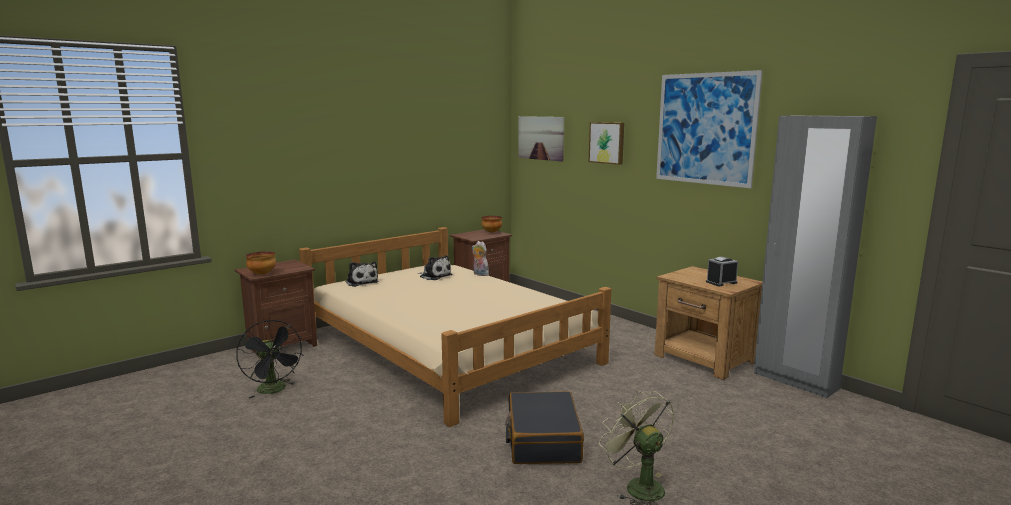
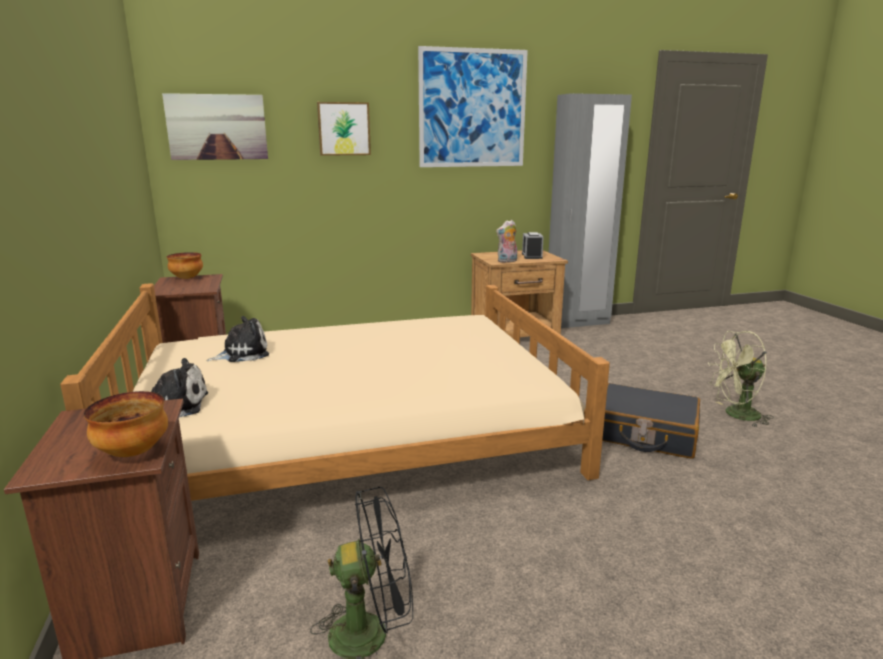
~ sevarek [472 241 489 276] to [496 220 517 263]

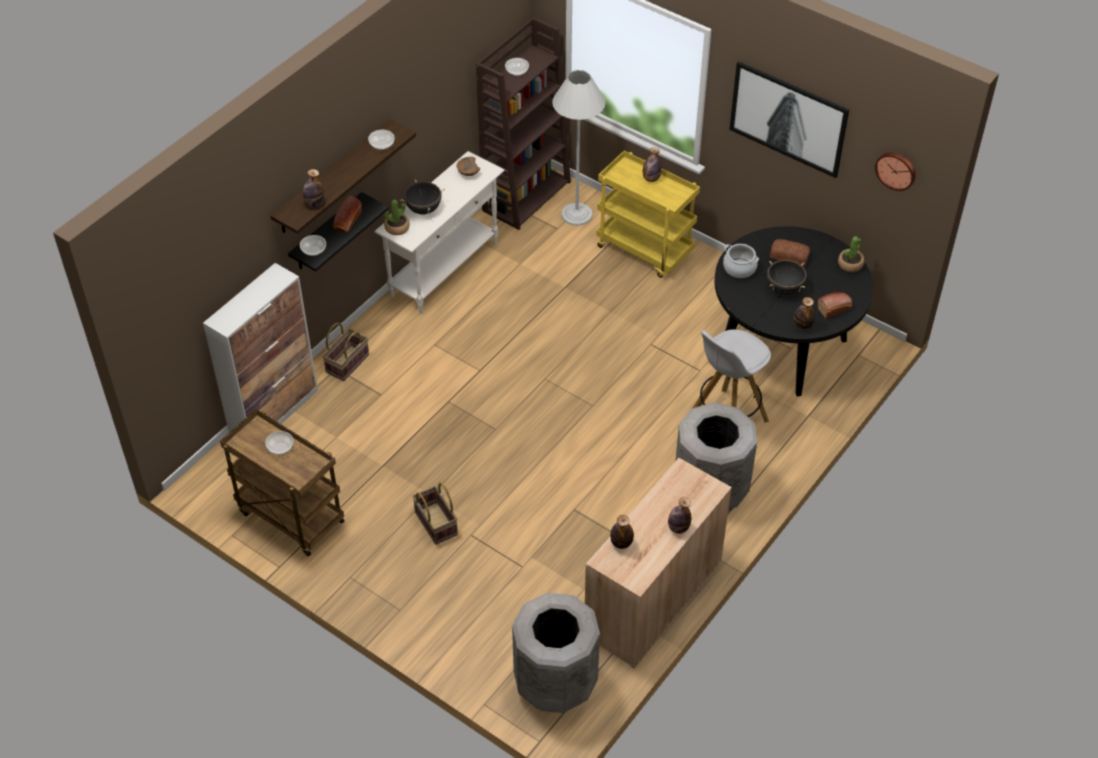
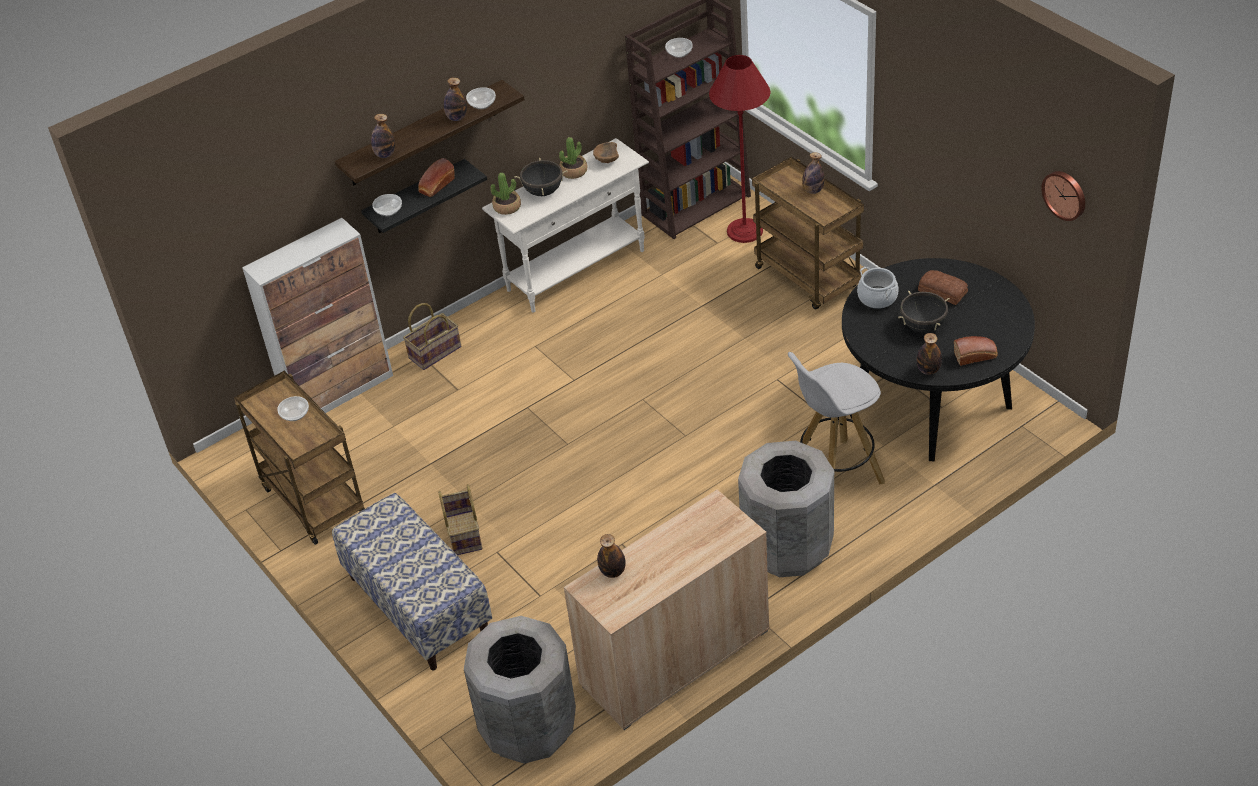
+ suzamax [332 493 492 671]
~ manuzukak [668 497 691 534] to [444 77 467 121]
~ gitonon [838 237 864 272] to [559 137 587 179]
~ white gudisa [552 70 605 226] to red gudisa [709 55 770 243]
~ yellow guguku [597 151 700 278] to brown guguku [752 156 864 310]
- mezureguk [729 61 849 178]

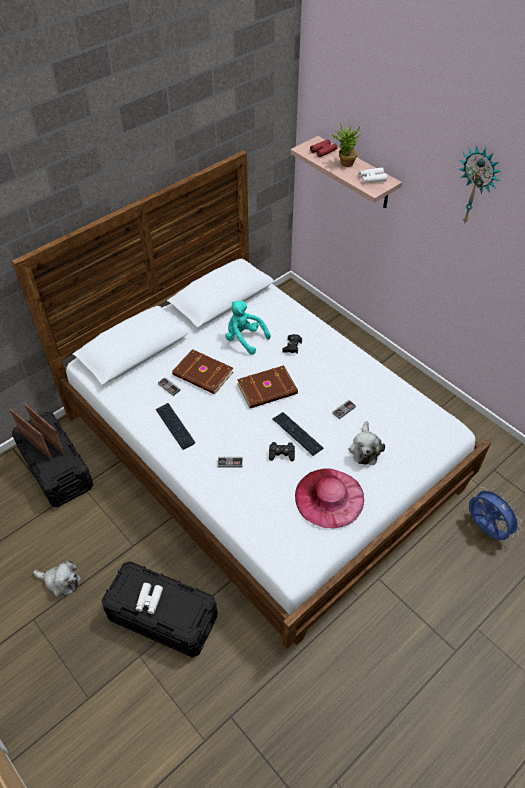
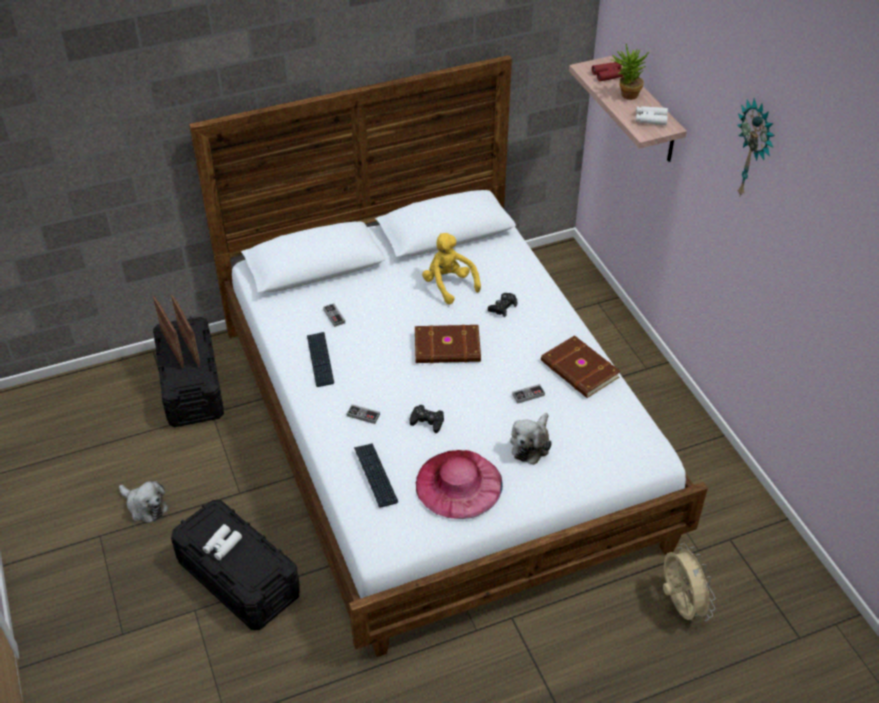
~ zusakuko [272 412 323 456] to [354 443 398 508]
~ turquoise sevarek [225 300 271 355] to yellow sevarek [422 233 481 305]
~ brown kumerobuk [172 349 233 394] to [541 335 621 398]
~ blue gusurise [469 487 522 540] to beige gusurise [663 543 715 621]

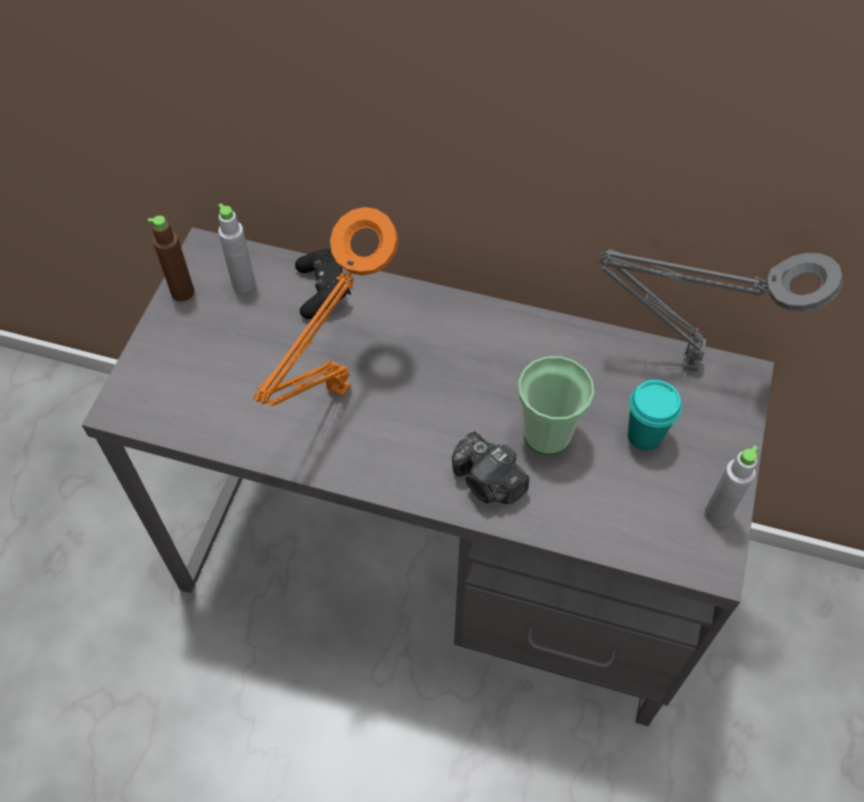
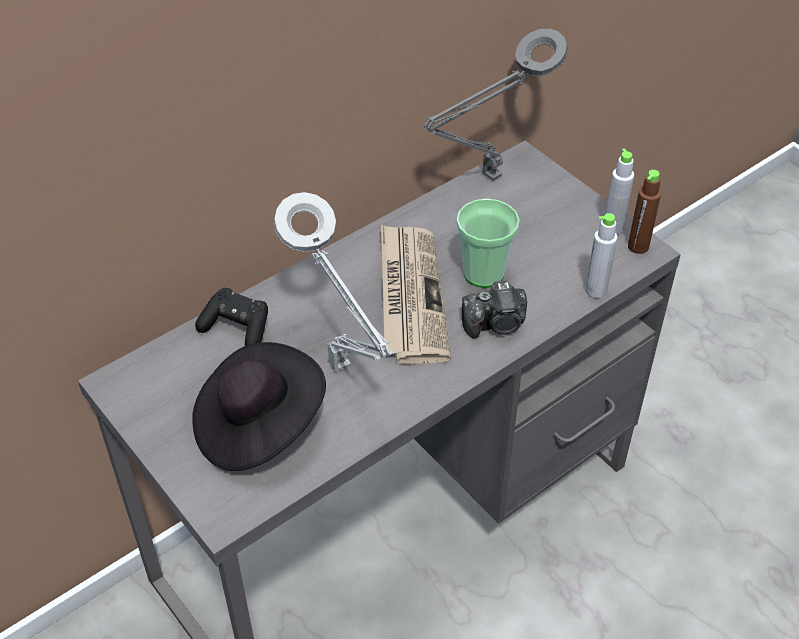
+ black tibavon [192 342 326 471]
~ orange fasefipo [253 207 398 406] to grey fasefipo [274 192 393 372]
+ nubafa [381 224 451 364]
~ grey manuzukak [218 203 255 292] to [585 213 617 298]
~ brown manuzukak [148 216 194 301] to [628 170 661 254]
- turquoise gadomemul [628 380 682 451]

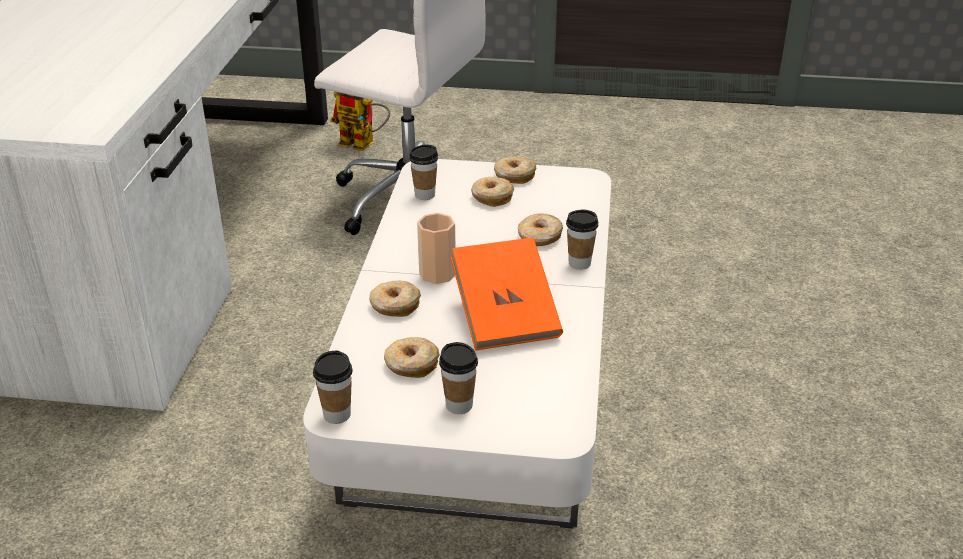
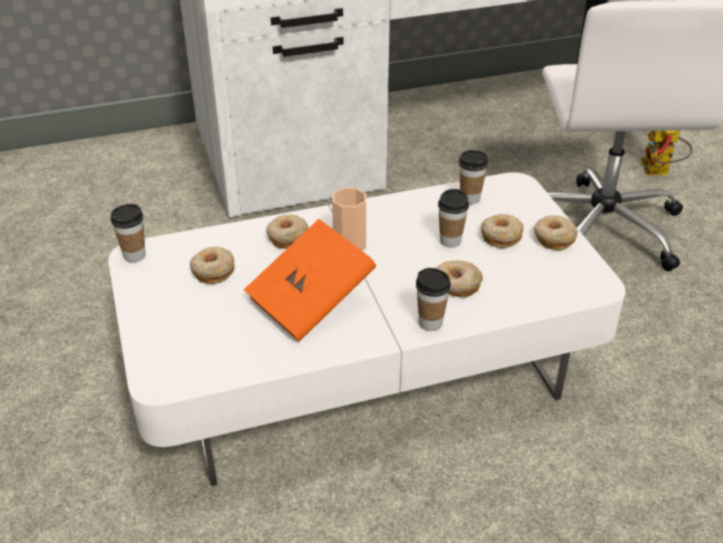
~ gadomemul [439 342 478 414] to [438 189 469 248]

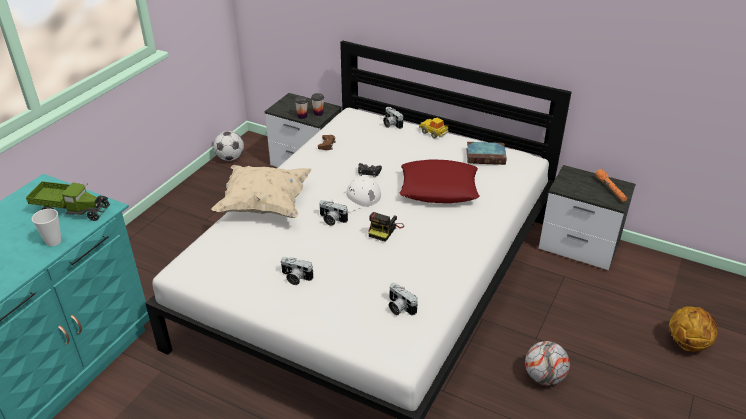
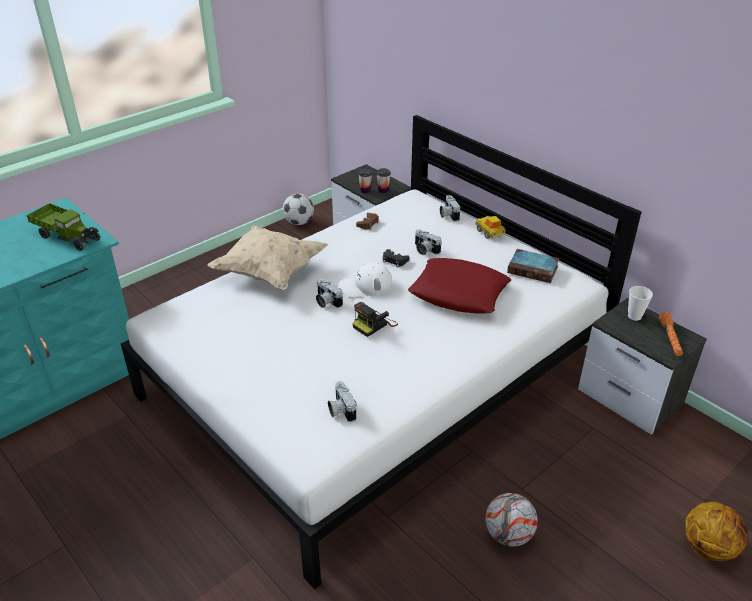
~ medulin [281 257 313 285] to [415 230 441 255]
~ gadomemul [32 209 61 246] to [628 286 653 321]

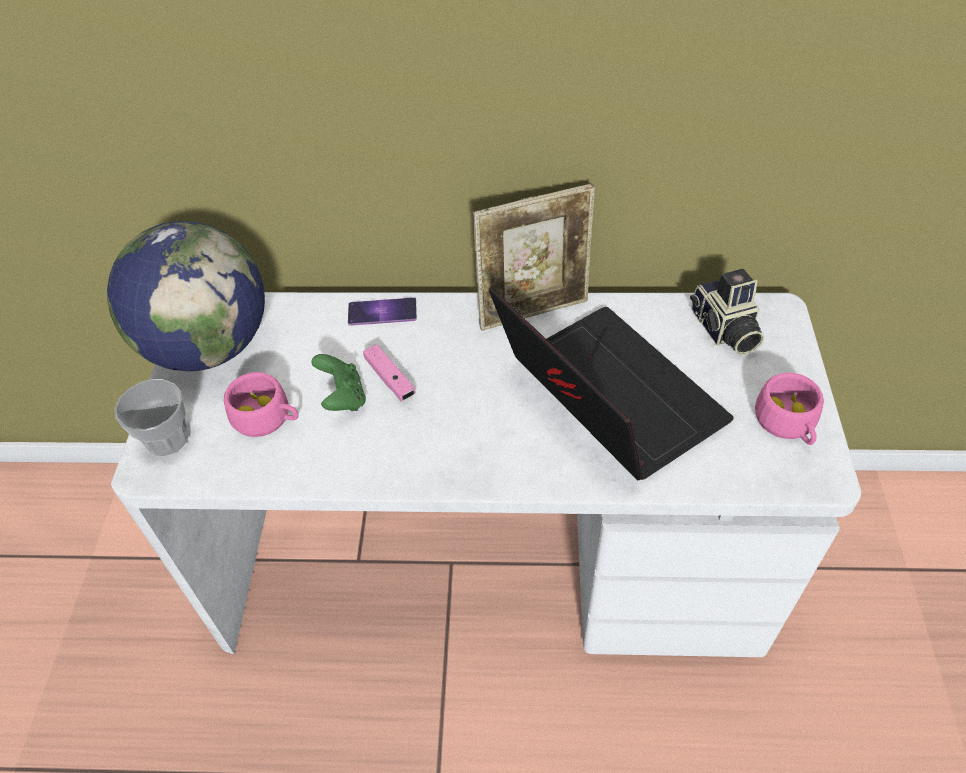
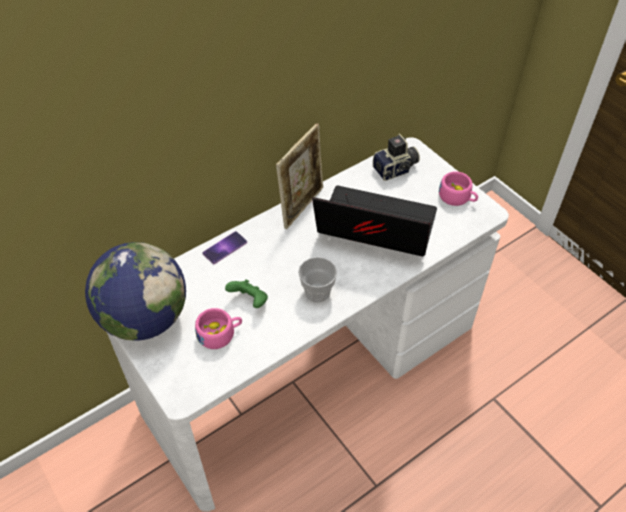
~ gadomemul [115 379 189 456] to [298 257 337 303]
~ medulin [690 269 764 355] = [373 133 420 181] 60 degrees counterclockwise
- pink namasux [363 344 416 401]

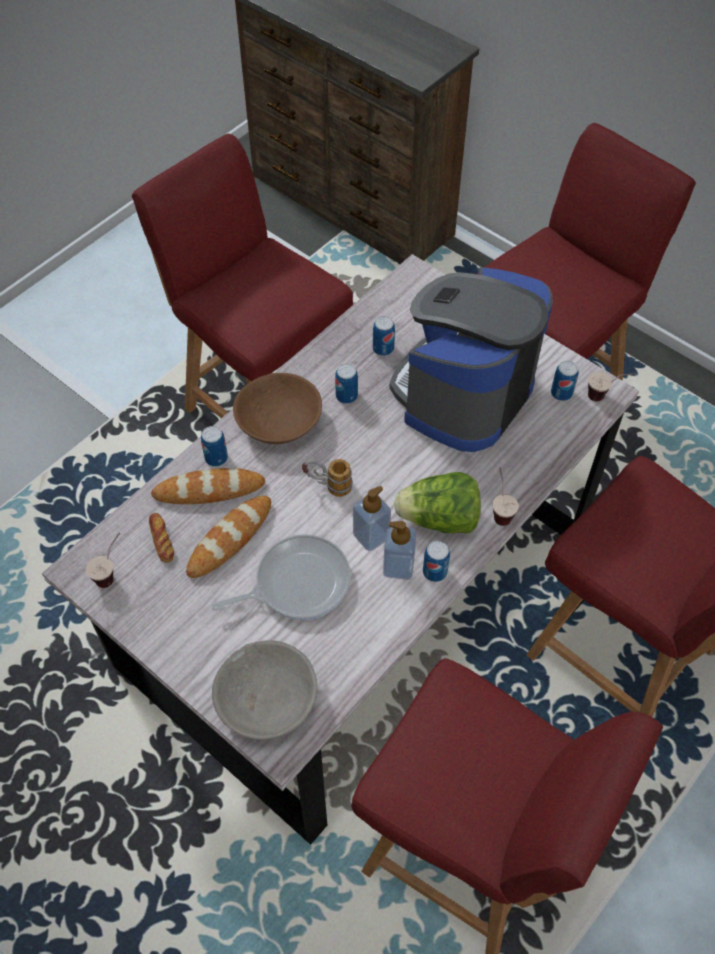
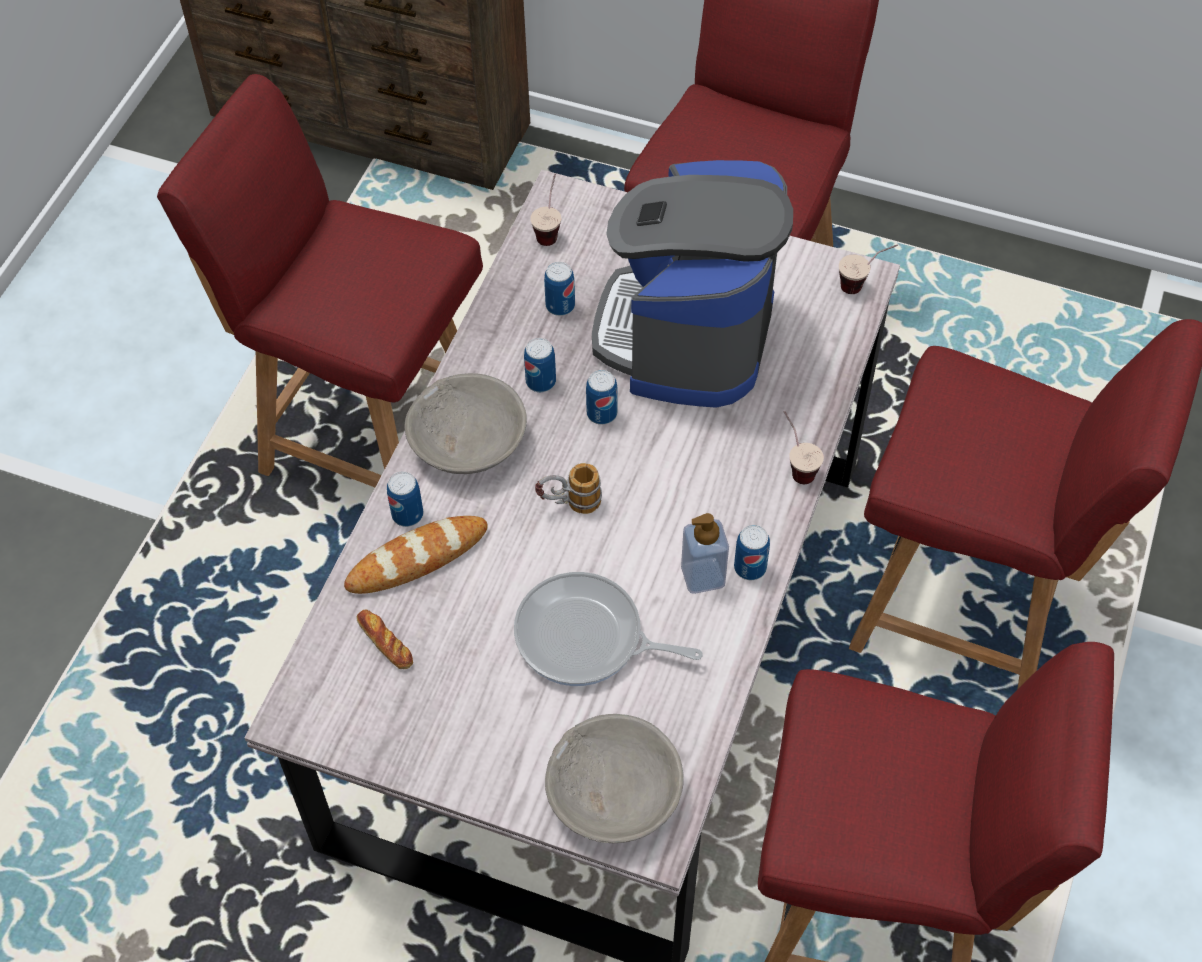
~ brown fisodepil [233 373 322 444] to grey fisodepil [404 373 527 474]
~ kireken [212 534 351 620] = [514 572 703 686] 120 degrees counterclockwise
~ gadomemul [86 533 120 588] to [530 174 561 246]
~ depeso [551 361 579 401] to [586 370 618 425]
- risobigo [186 496 271 578]
- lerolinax [353 486 391 551]
- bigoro [394 472 481 533]

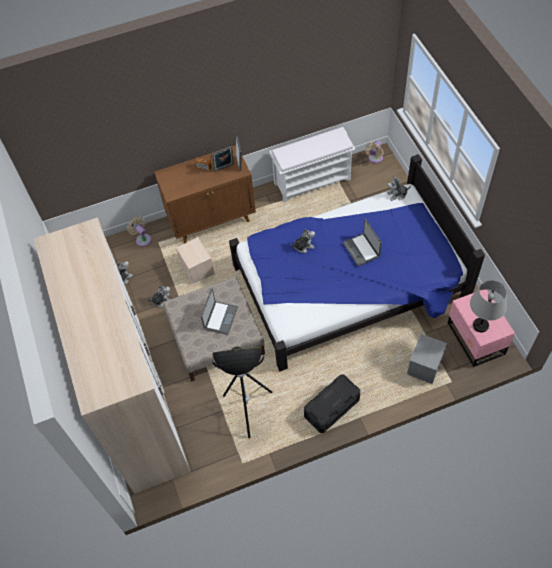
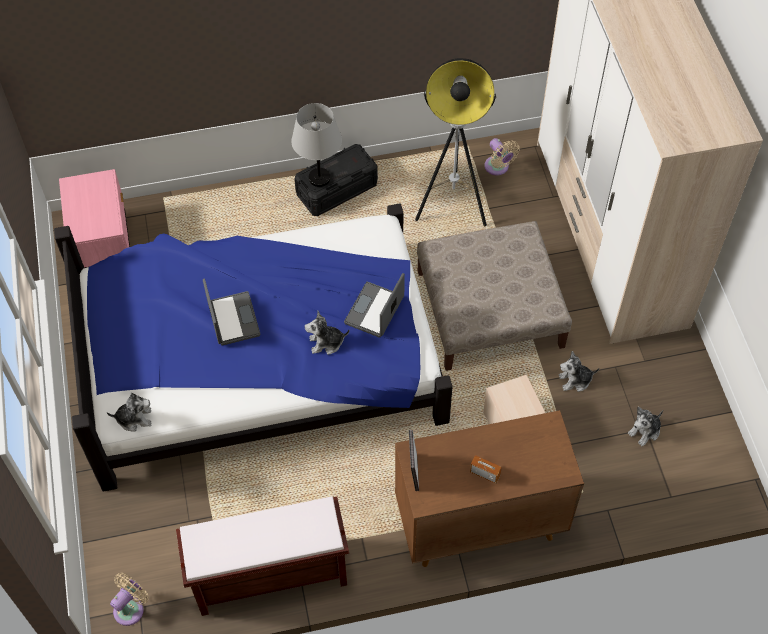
~ white suzamax [269 127 356 202] to brown suzamax [176 496 349 616]
~ grey fasefipo [470 280 507 332] to [291 103 342 187]
~ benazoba [201 289 238 335] to [344 273 405 337]
~ beige gusurise [127 217 151 247] to [484 138 519 176]
- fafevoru [212 146 234 172]
- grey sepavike [407 334 447 384]

